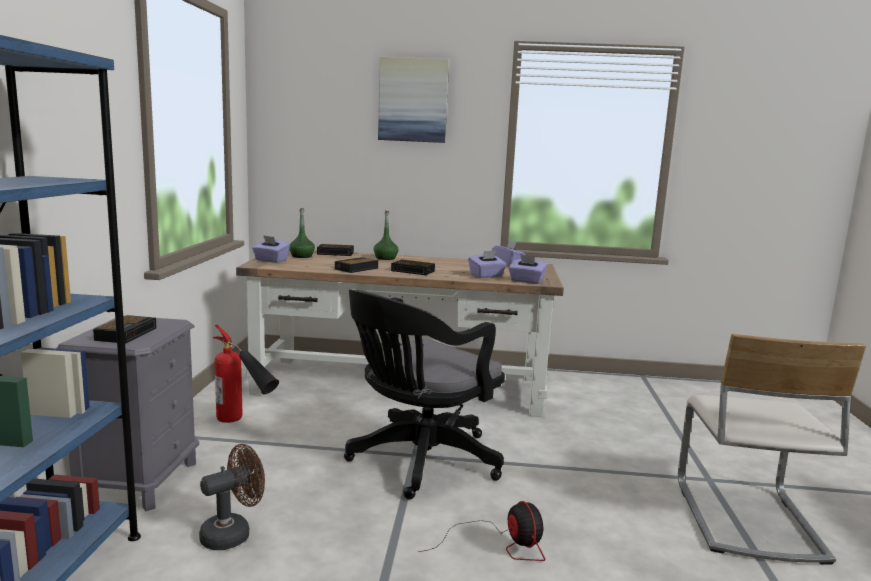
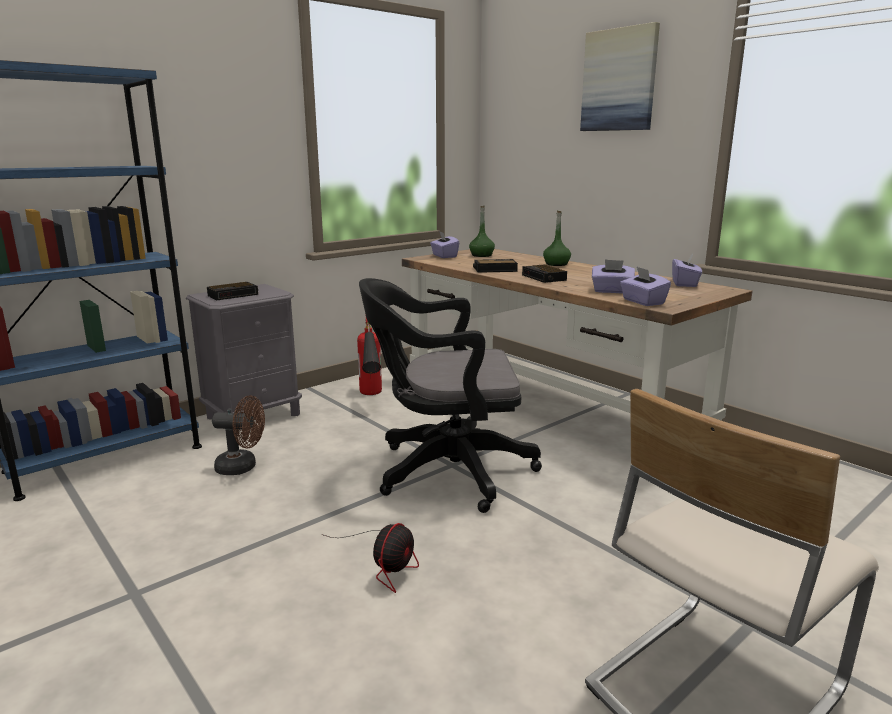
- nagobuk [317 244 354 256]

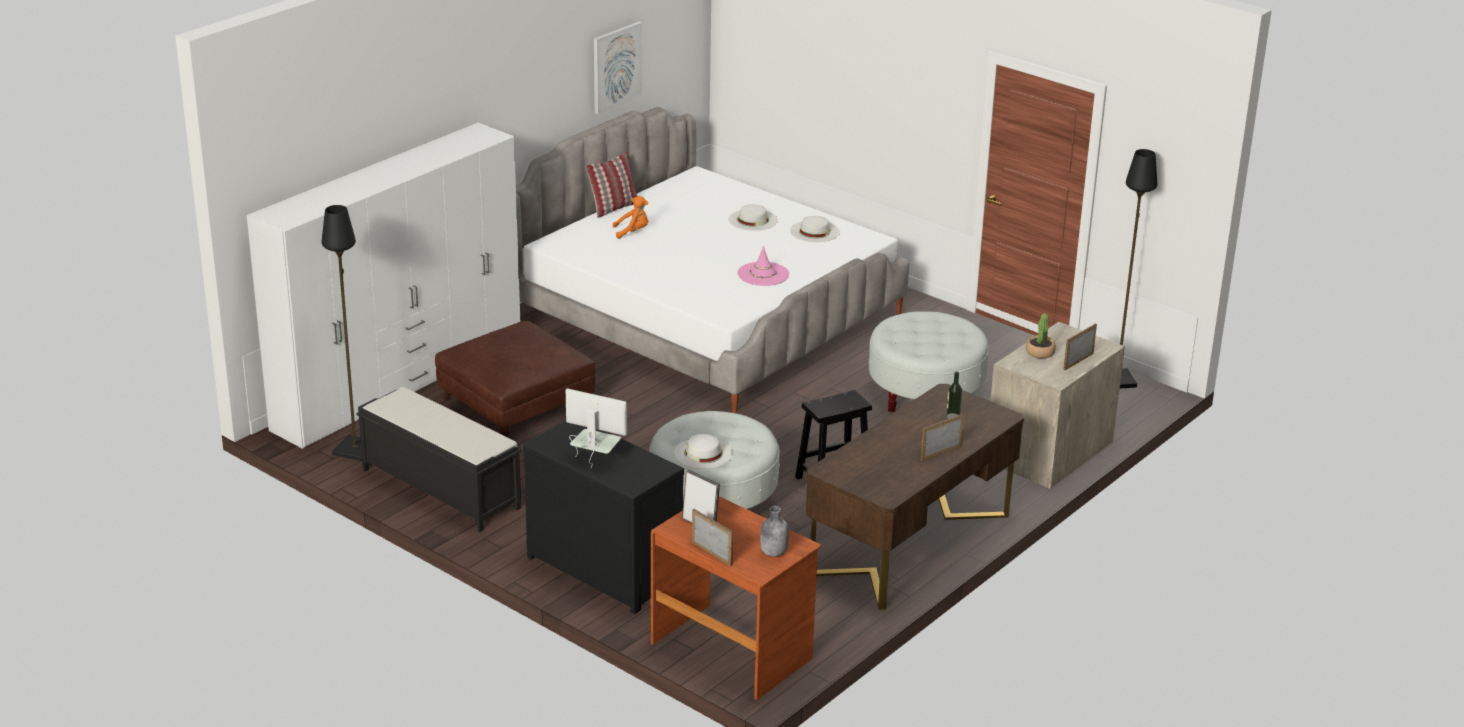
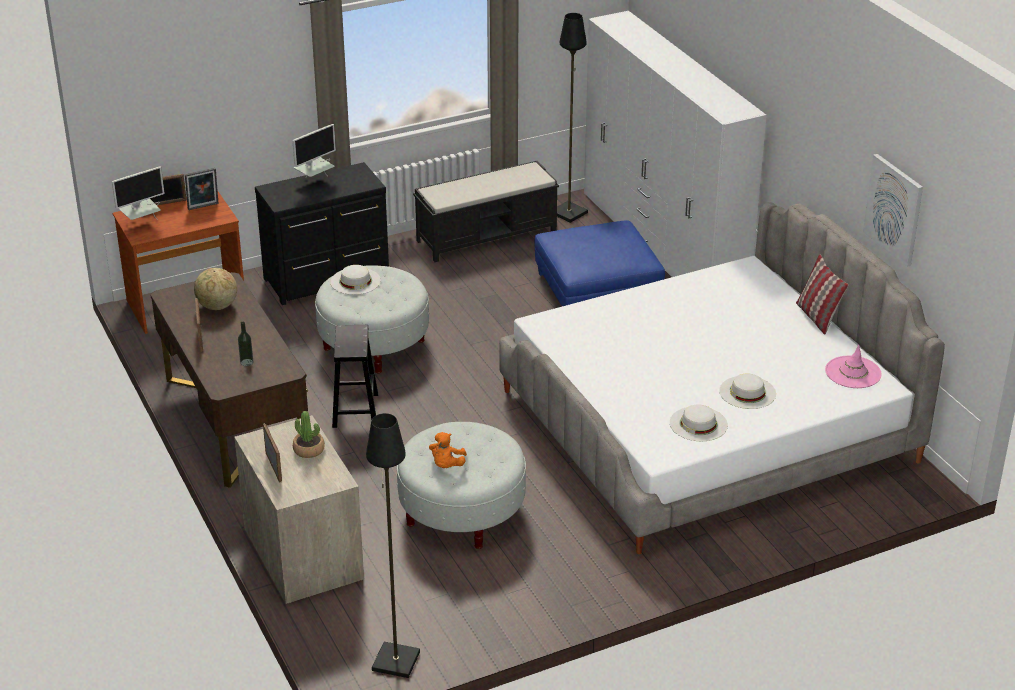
~ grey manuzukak [760 506 789 557] to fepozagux [112 166 164 220]
+ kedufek [194 268 237 310]
~ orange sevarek [613 196 648 239] to [429 432 467 468]
~ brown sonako [435 321 595 437] to blue sonako [535 220 665 306]
~ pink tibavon [738 245 789 286] to [825 345 882 388]

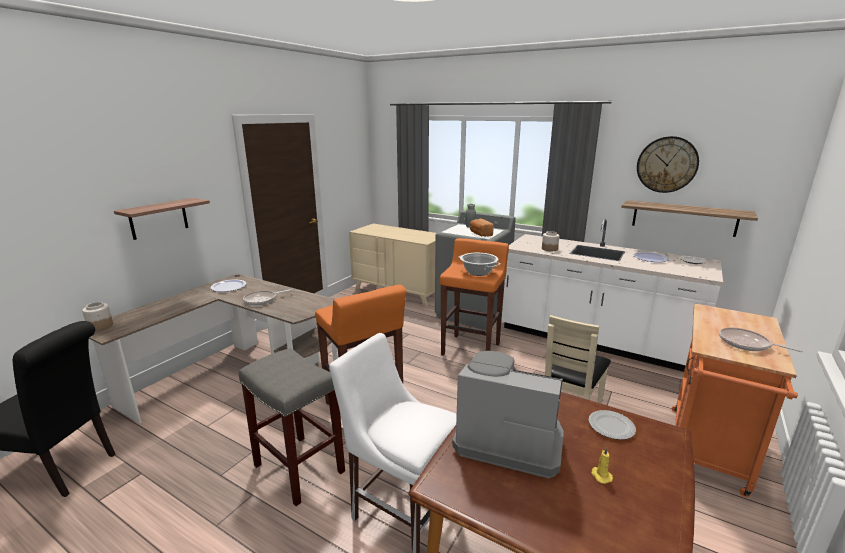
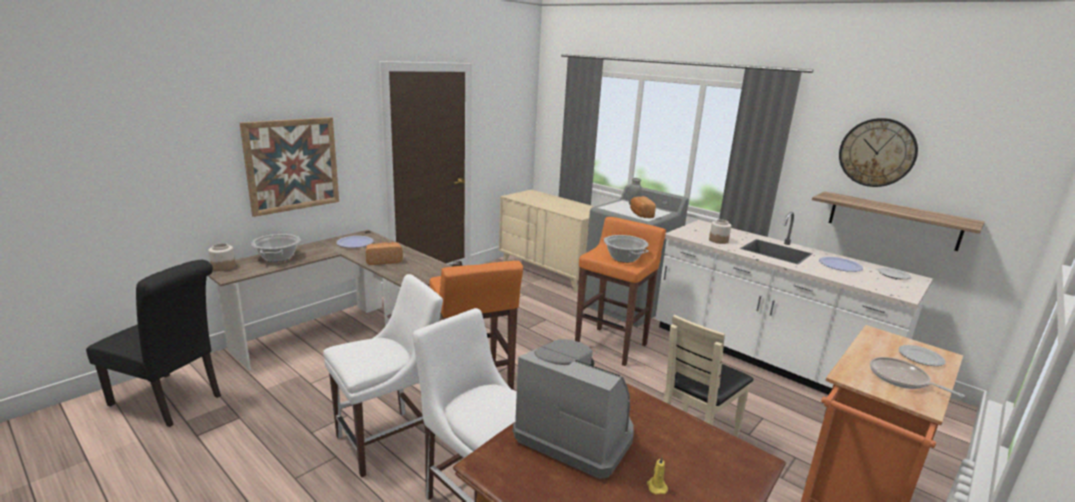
~ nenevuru [114 198 210 240] to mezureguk [240 117 339 217]
+ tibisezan [251 234 301 262]
~ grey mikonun [239 348 345 506] to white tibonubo [323 274 443 477]
~ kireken [243 289 292 305] to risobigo [366 242 403 265]
~ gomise [589 410 636 440] to [898 345 945 366]

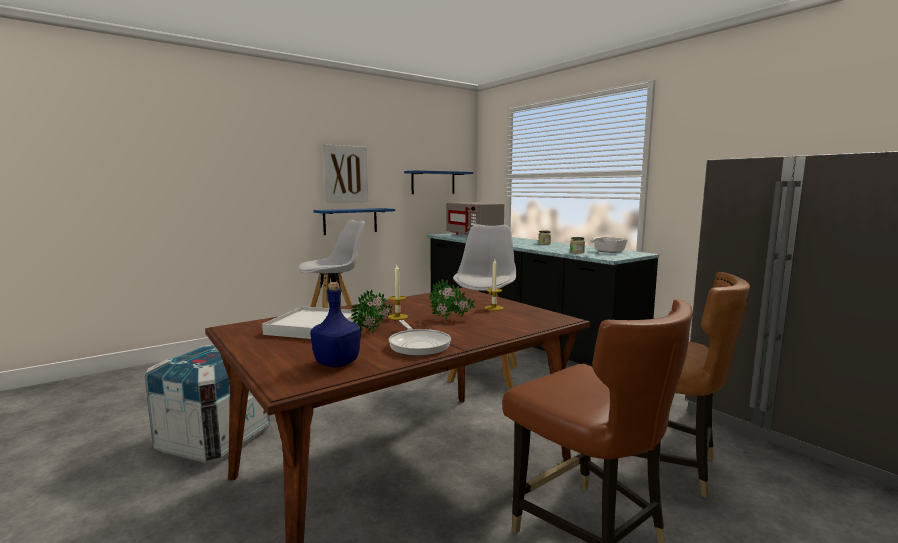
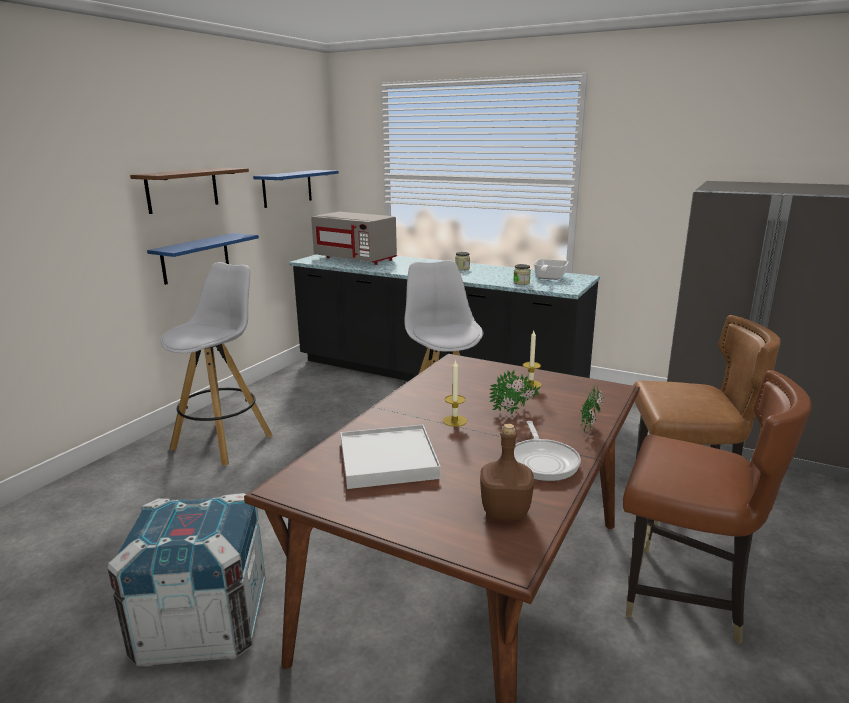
~ mezureguk [323 144 368 203] to brown nenevuru [130 168 249 214]
~ blue manuzukak [310 282 361 367] to brown manuzukak [480 424 534 520]
~ kireken [389 320 451 356] = [514 421 581 481] 45 degrees clockwise
~ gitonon [351 289 393 333] to [580 385 604 432]

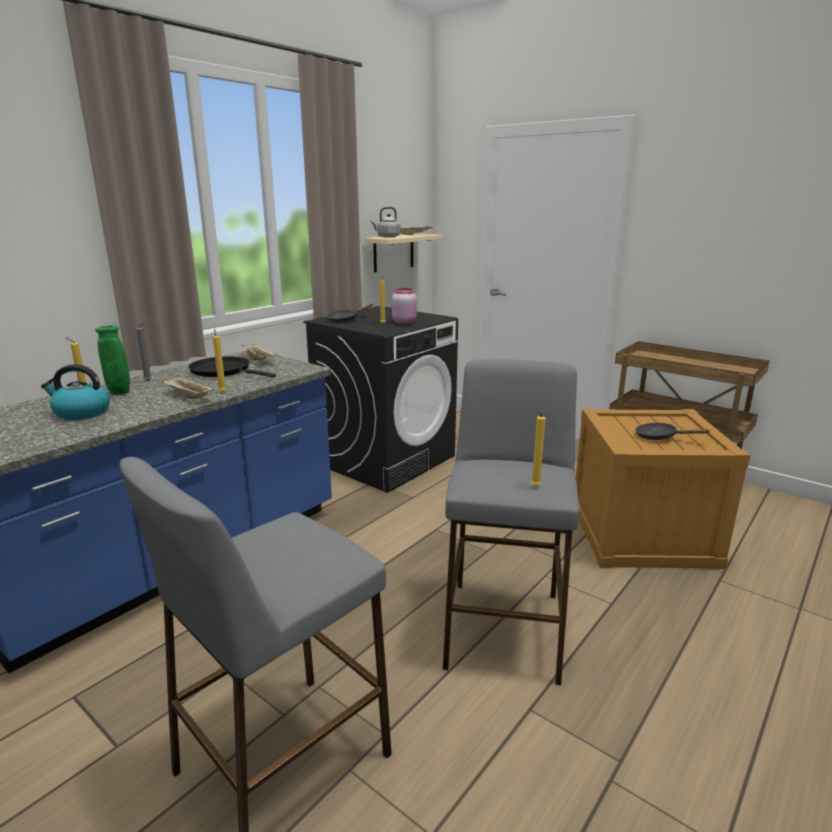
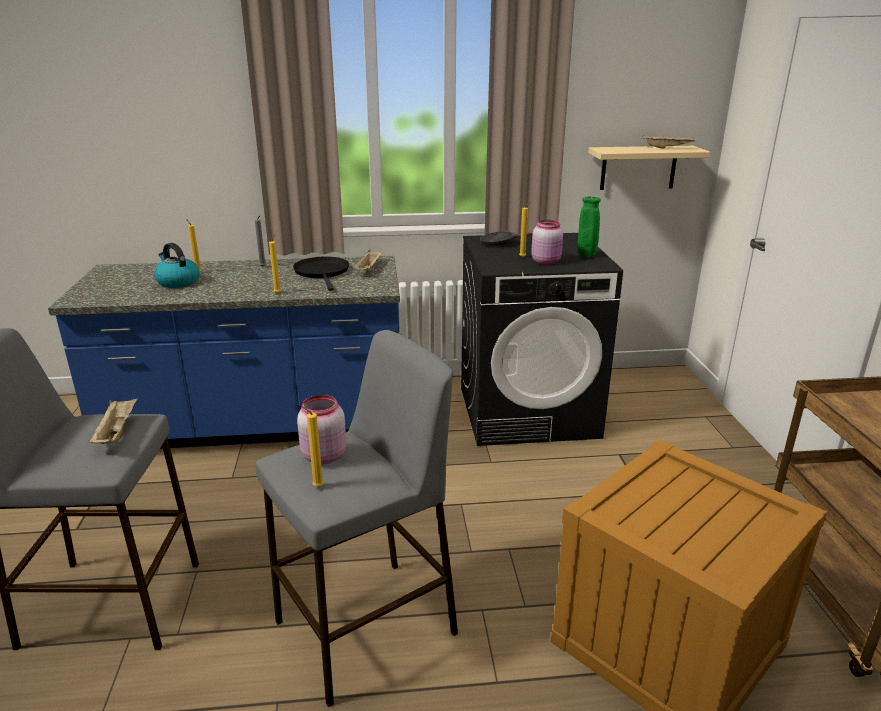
~ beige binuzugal [162 376 215 399] to [89 398 138 444]
+ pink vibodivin [297 395 347 464]
~ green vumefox [95 326 130 395] to [578 196 601 258]
- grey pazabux [371 207 400 238]
- black kireken [635 423 711 440]

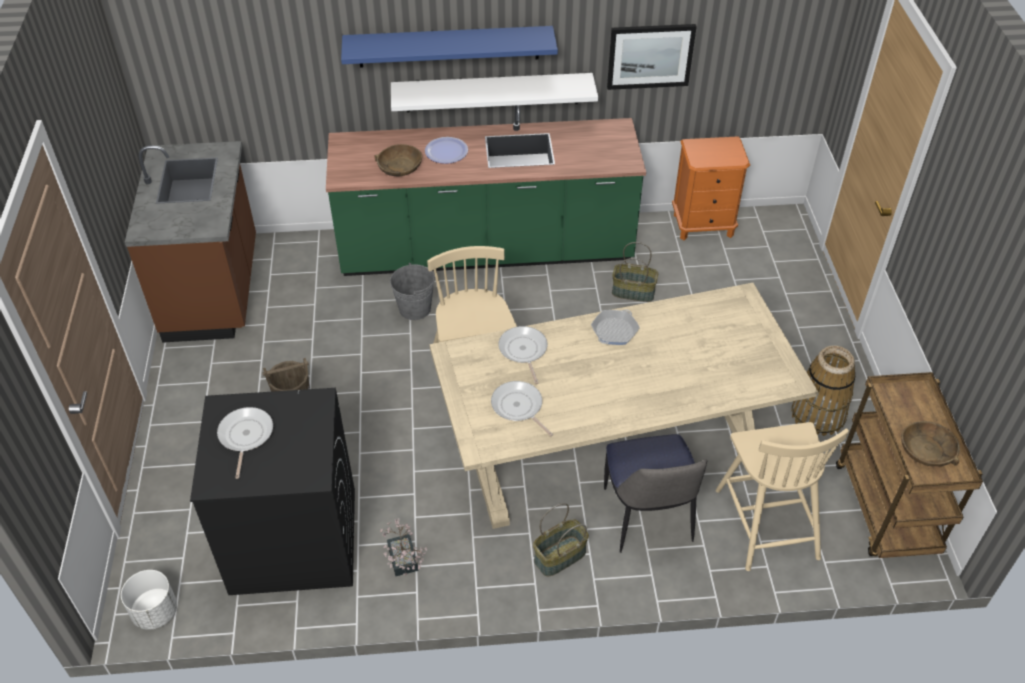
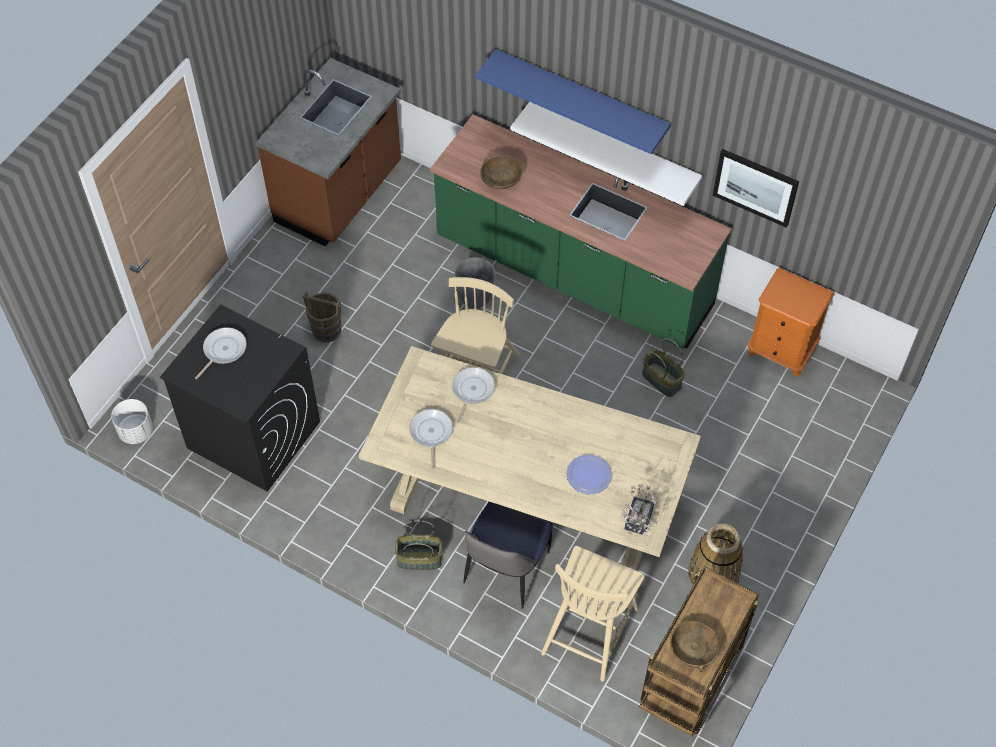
~ gomise [425 137 468 164] to [566 454 612 494]
~ gitonon [380 518 427 576] to [620 485 658 535]
- kireken [591 310 640 345]

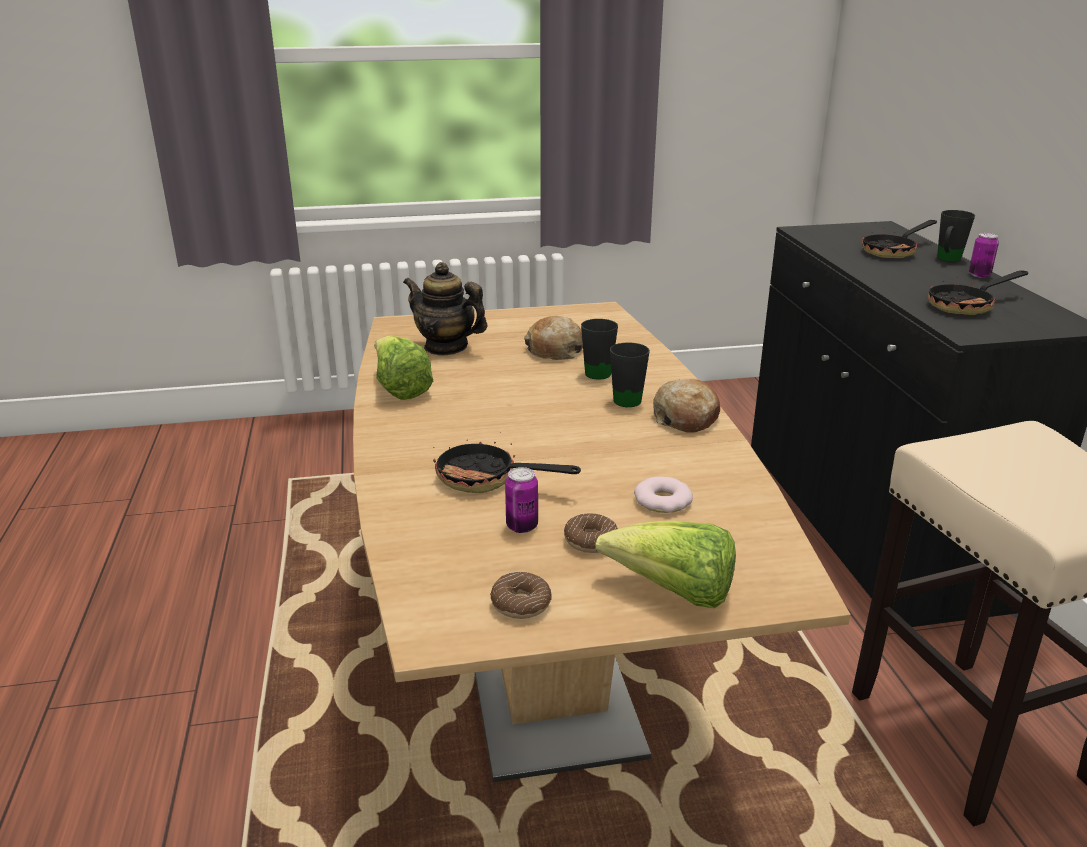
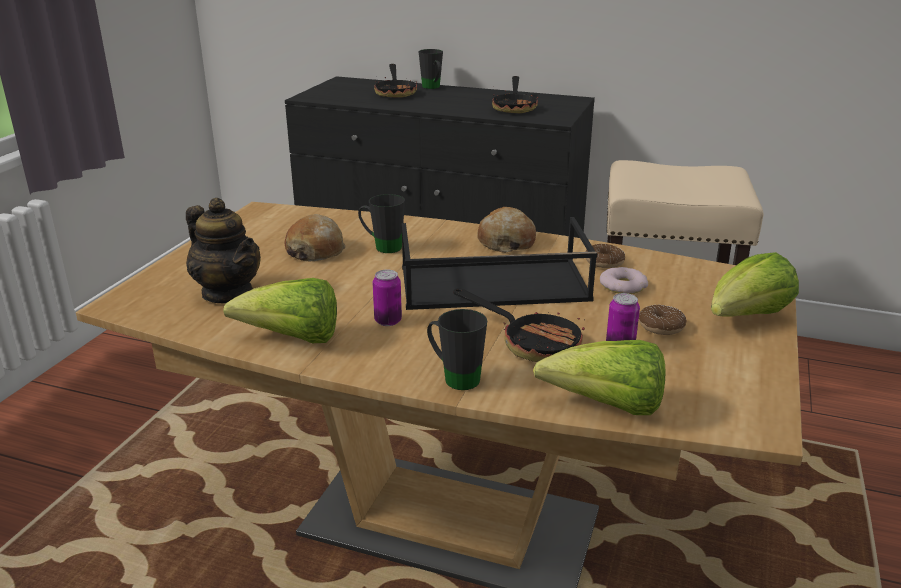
~ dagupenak [403 262 487 355] = [186 198 261 304] 105 degrees counterclockwise
~ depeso [969 233 999 278] to [373 270 402 326]
+ black binuzugal [402 217 597 310]
~ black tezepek [610 343 650 407] to [427 309 487 390]
~ kireken [433 432 581 493] = [453 288 585 362] 105 degrees counterclockwise
+ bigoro [533 340 665 415]
~ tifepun [490 572 552 619] to [585 244 625 268]

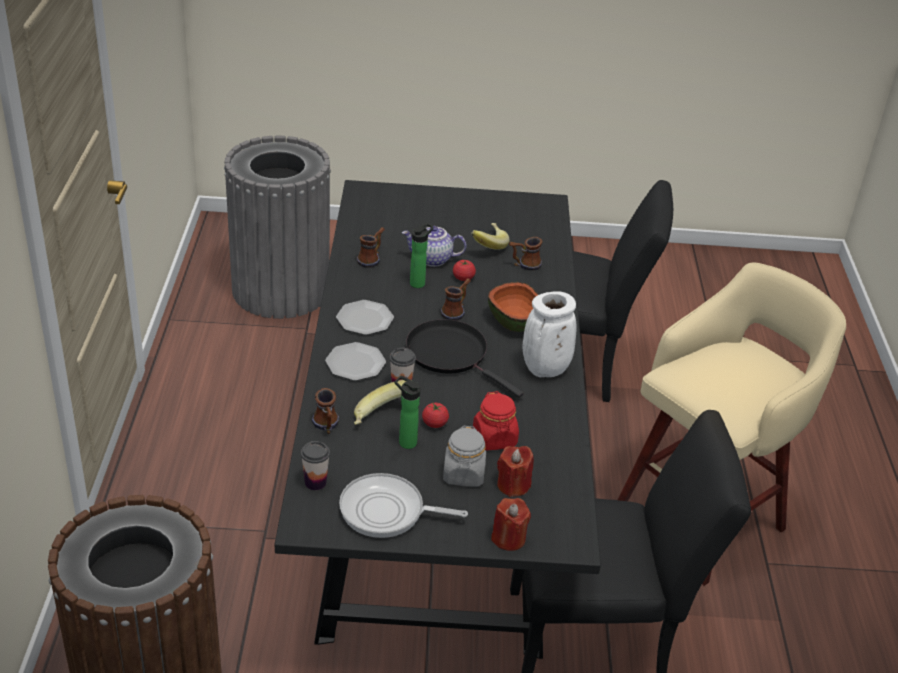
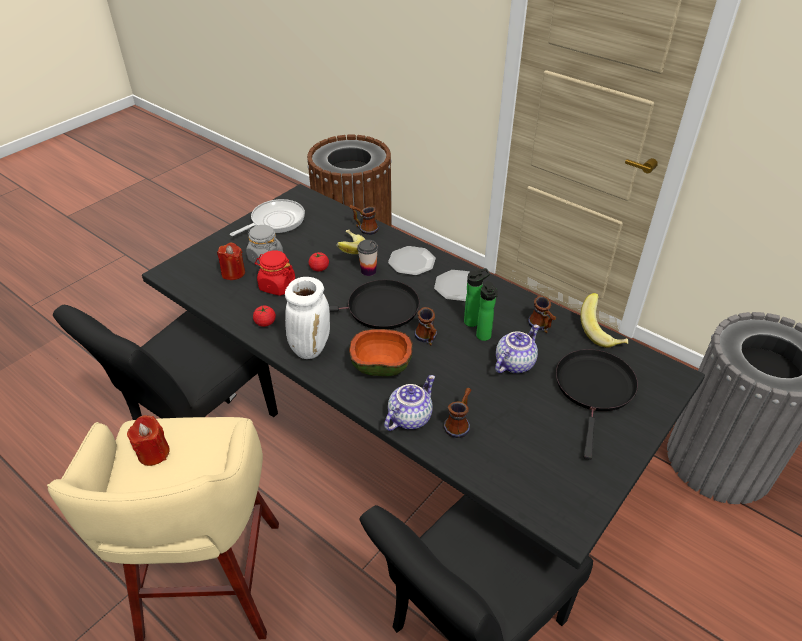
~ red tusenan [491 498 531 551] to [127 415 170 466]
~ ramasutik [453 259 476 281] to [253 306 276 327]
+ dagupenak [384 375 435 431]
~ manuzukak [395 376 420 449] to [464 268 490 327]
+ black kireken [556 349 638 460]
~ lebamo [471 223 510 250] to [581 293 628 348]
- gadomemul [301 441 330 490]

